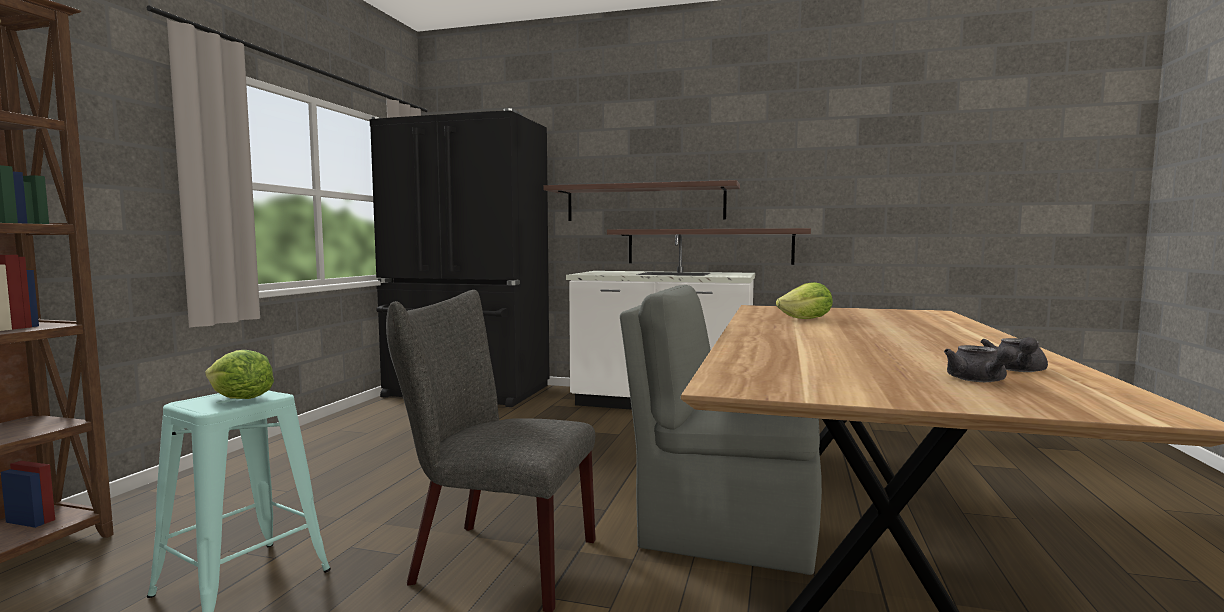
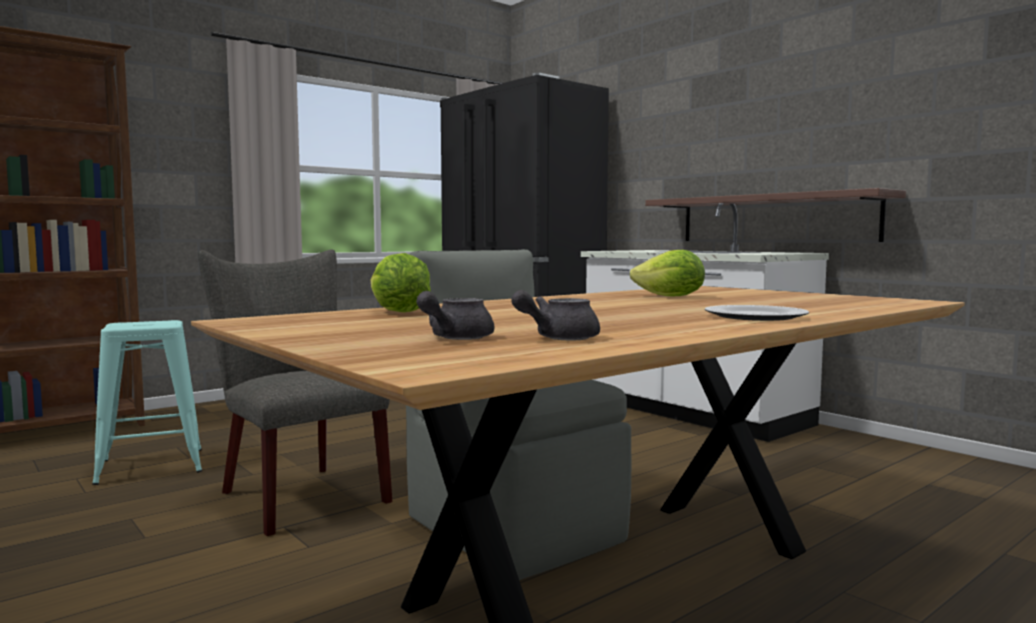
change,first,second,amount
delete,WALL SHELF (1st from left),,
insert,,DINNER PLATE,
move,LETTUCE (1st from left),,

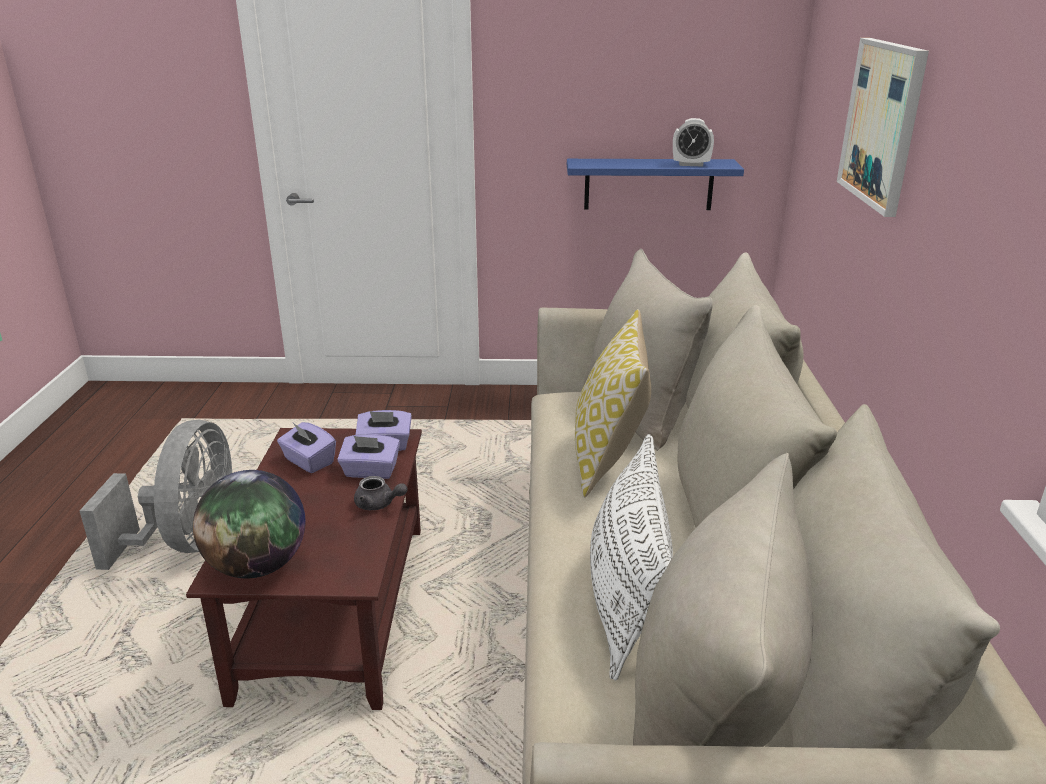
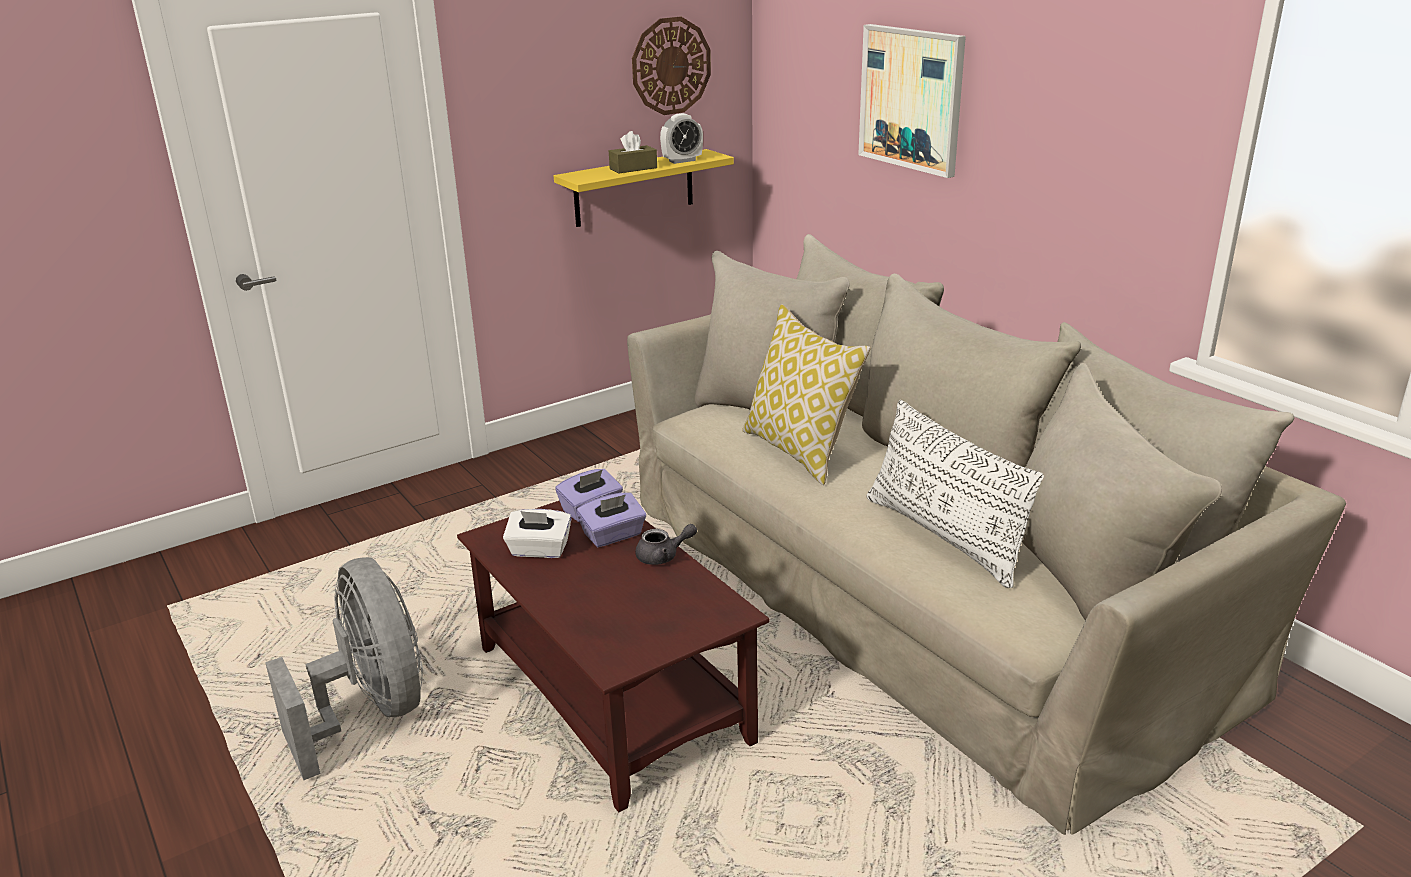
change,first,second,amount
delete,WORLD GLOBE,,
insert,,BROWN TISSUE HOLDER,
insert,,WALL CLOCK,
recolor,PURPLE-COLOURED TISSUE HOLDER (1st from left),WHITISH TISSUE HOLDER,
recolor,BLUE-COLOURED WALL SHELF,YELLOW-COLOURED WALL SHELF,

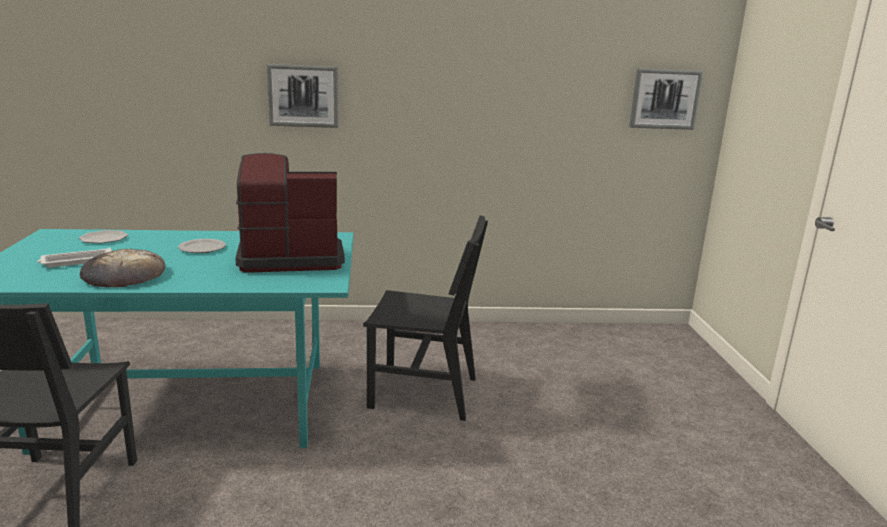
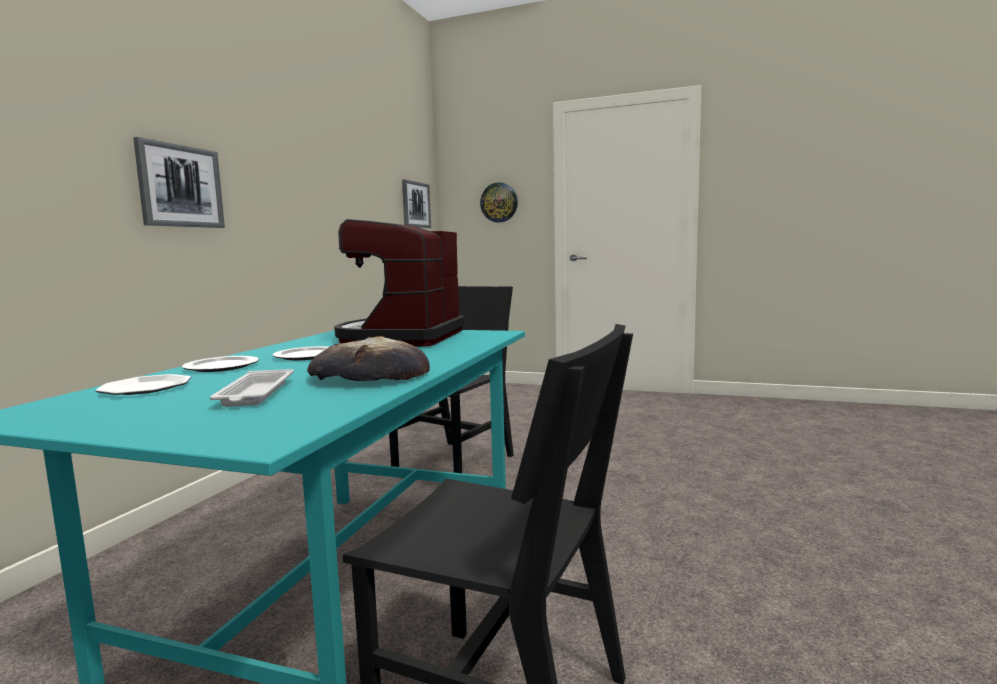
change,first,second,amount
insert,,DINNER PLATE (2nd from left),
insert,,WALL CLOCK,

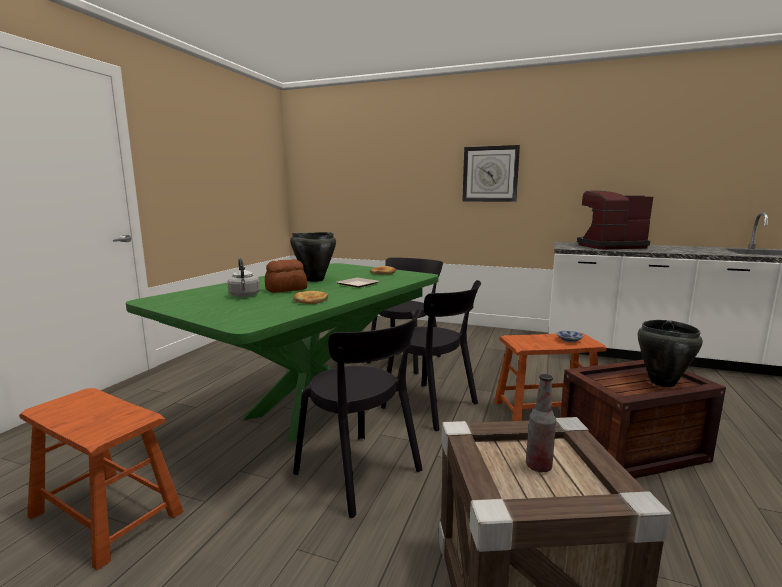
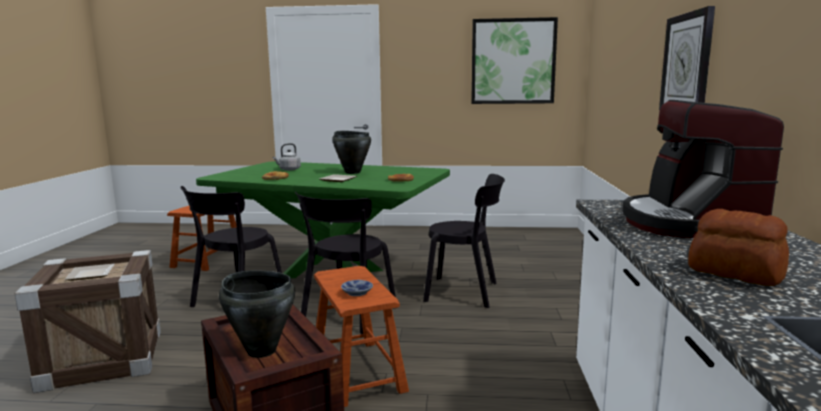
change,first,second,amount
insert,,WALL ART,
move,BREAD (1st from left in the first image),BREAD (3rd from left),
replace,BOTTLE,DINNER PLATE (1st from left),
rotate,COFFEE BREWER,,150 degrees counterclockwise

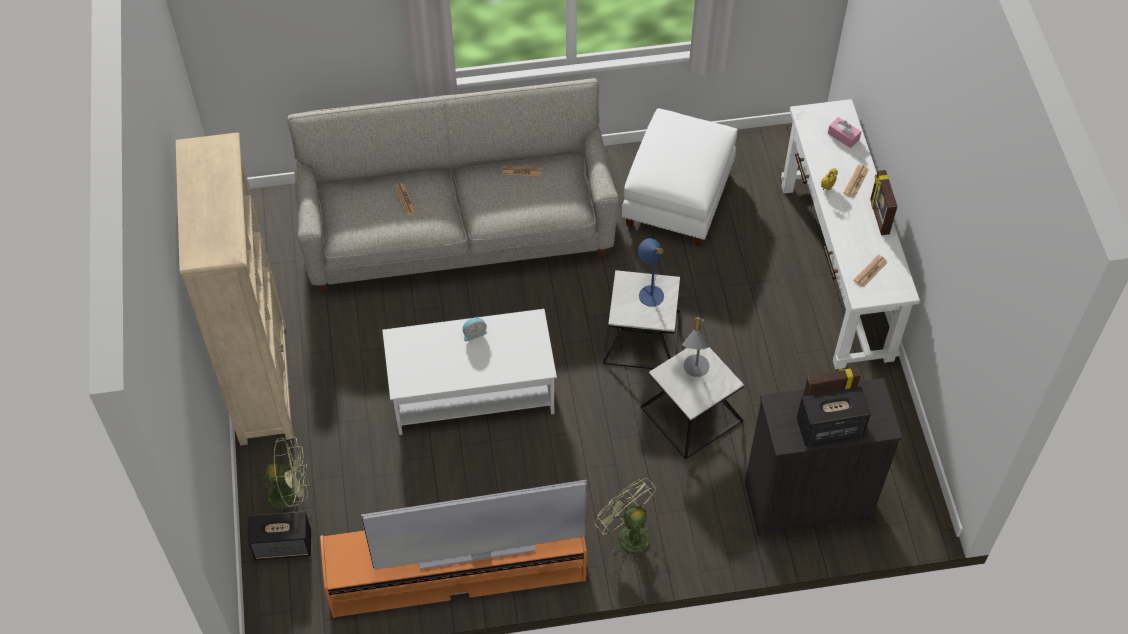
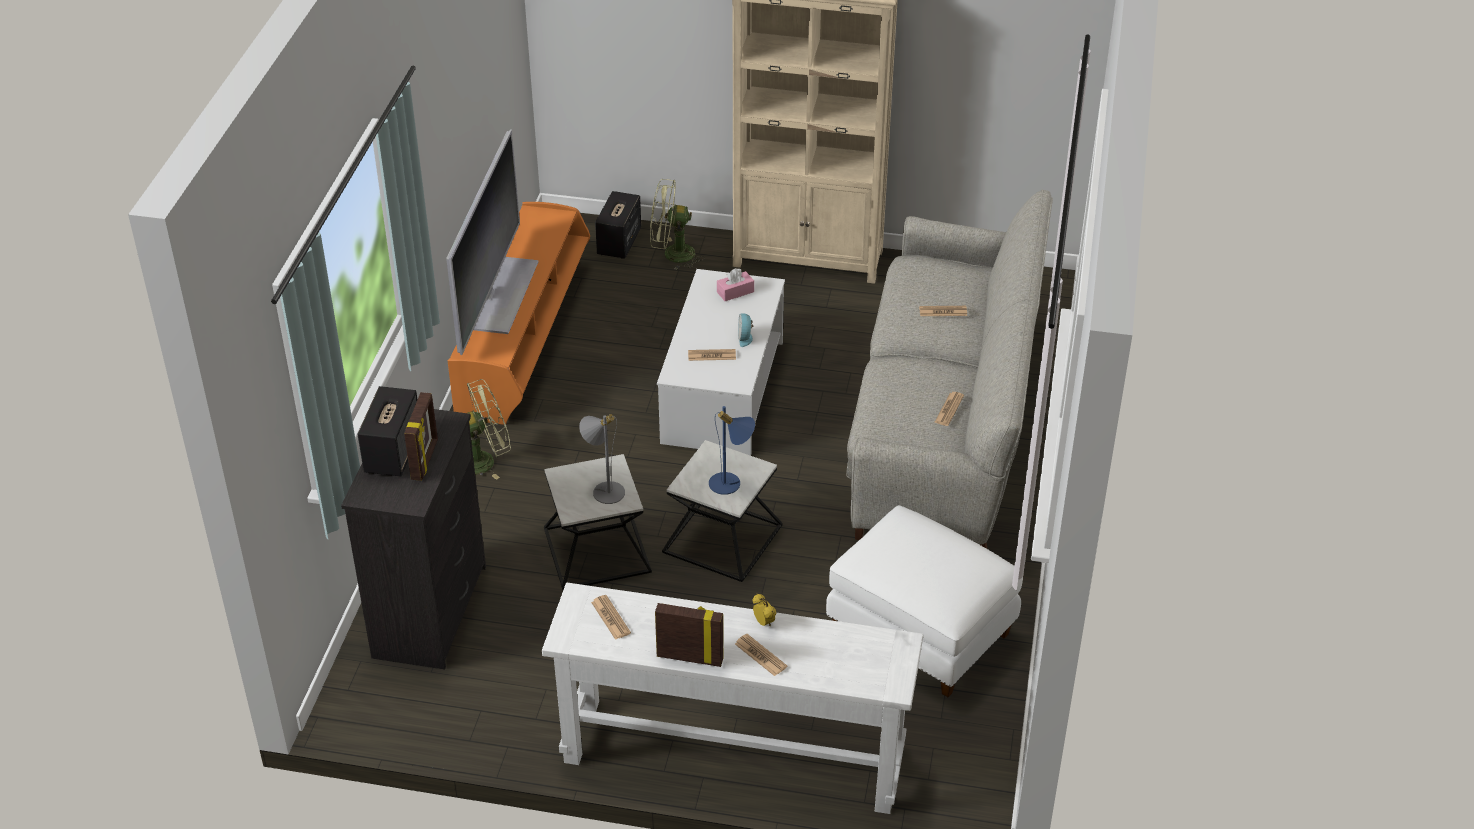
change,first,second,amount
insert,,NEWSPAPER (2nd from left),
move,PINK TISSUE HOLDER,,
rotate,GREEN FAN (1st from left in the first image),GREEN FAN (2nd from left),75 degrees clockwise

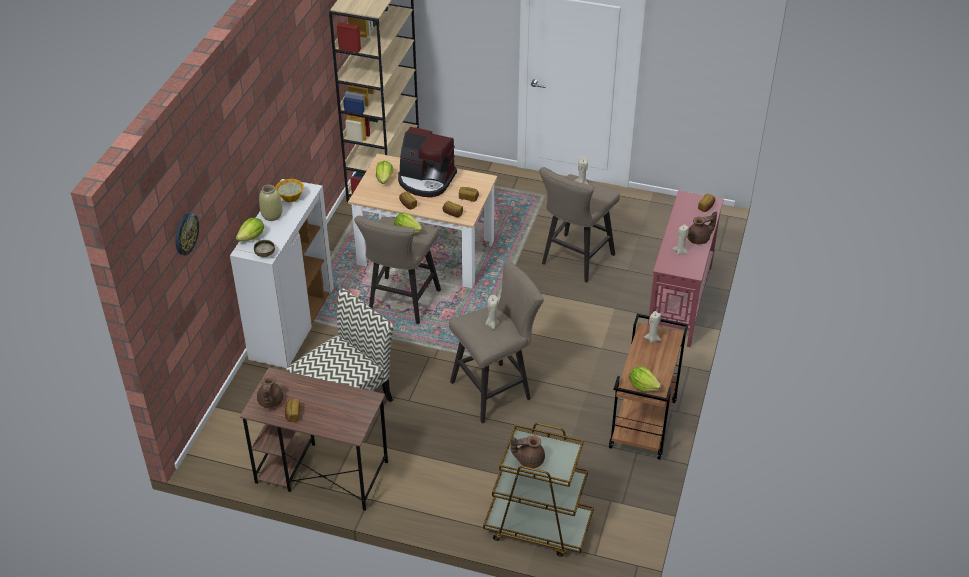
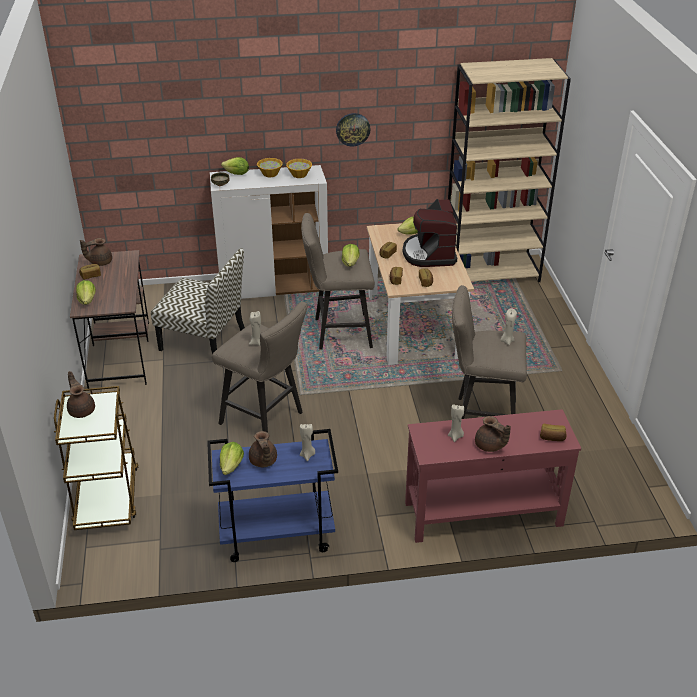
change,first,second,amount
insert,,LETTUCE (1st from left),
insert,,BROWN TEA POT (3rd from left),
move,WALL CLOCK,,
replace,BEIGE-COLOURED DECORATIVE VASE,BOWL (2nd from left),
recolor,BROWN WHEELED CART (2nd from left),BLUE-COLOURED WHEELED CART,

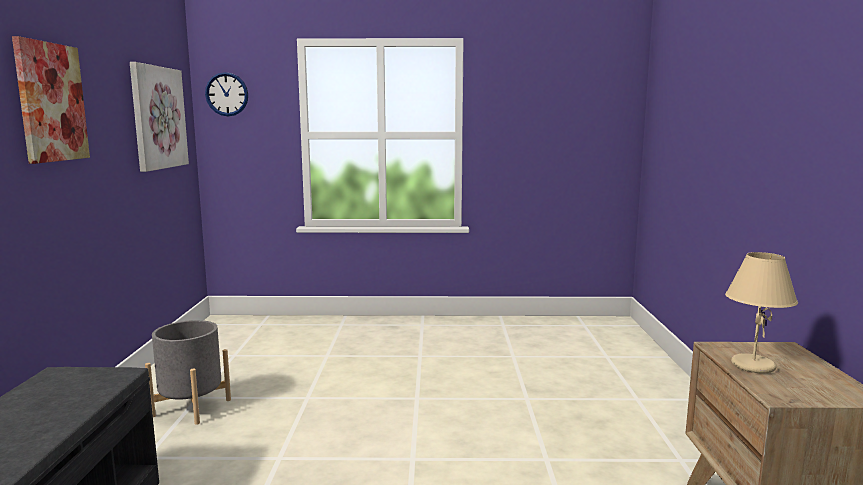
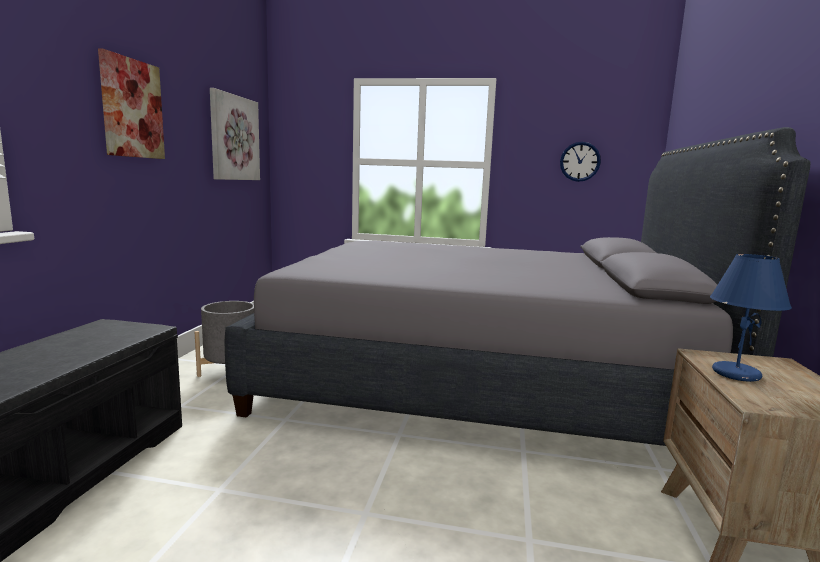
change,first,second,amount
insert,,GRAY BED,
move,WALL CLOCK,,
recolor,BEIGE-COLOURED TABLETOP LAMP,BLUE-COLOURED TABLETOP LAMP,

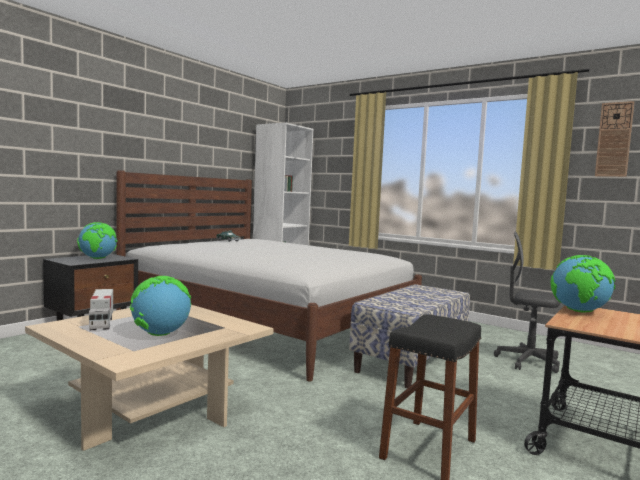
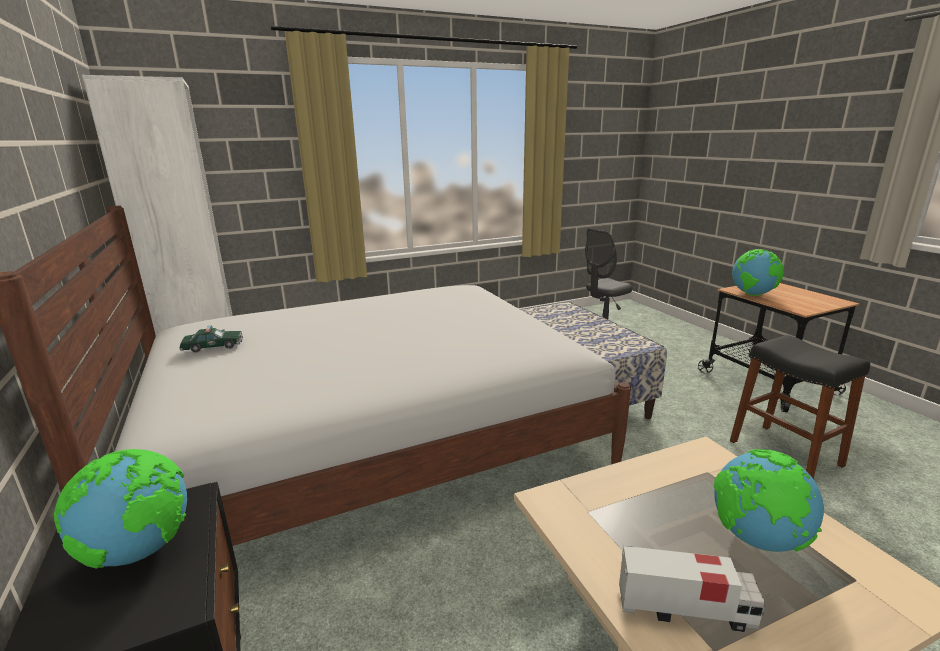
change,first,second,amount
delete,WALL CLOCK,,

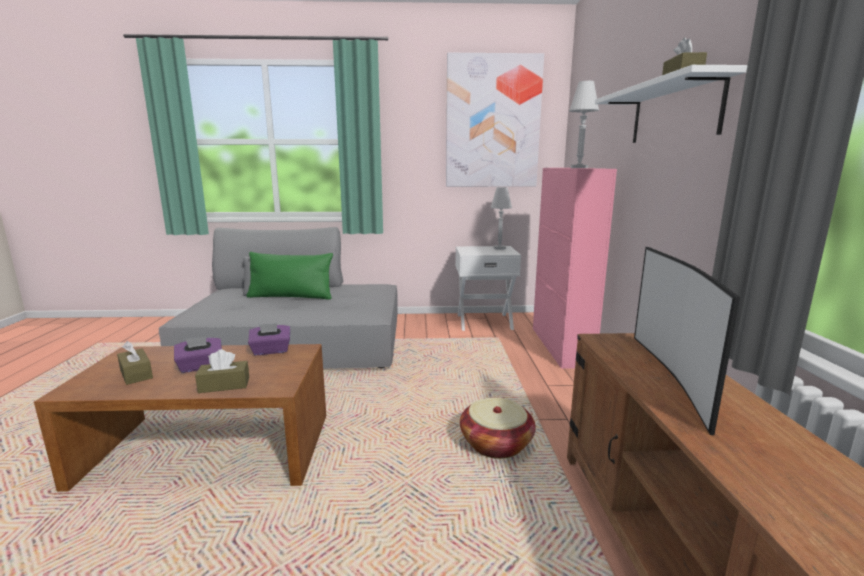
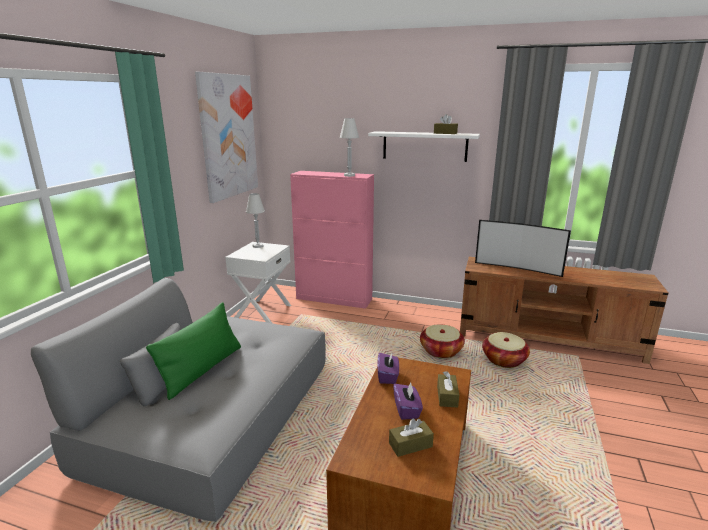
change,first,second,amount
insert,,BASKET (2nd from left),

